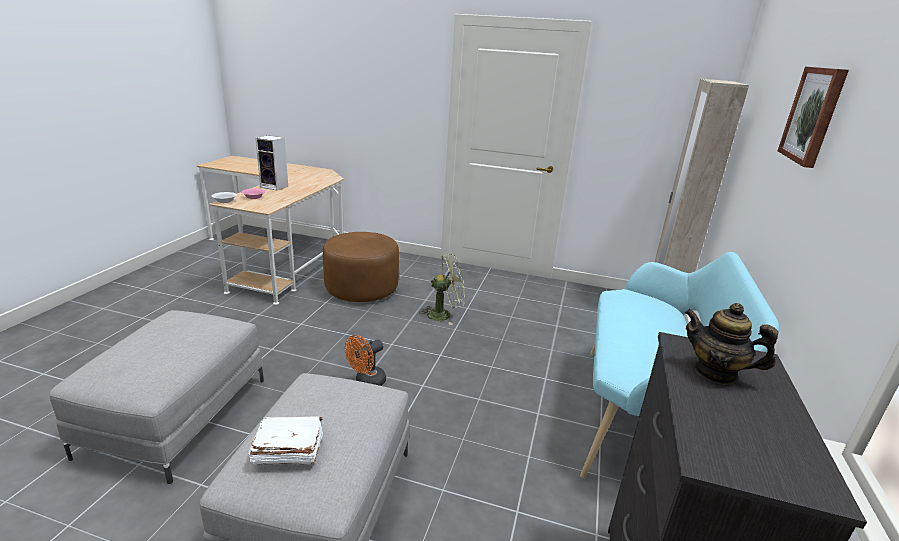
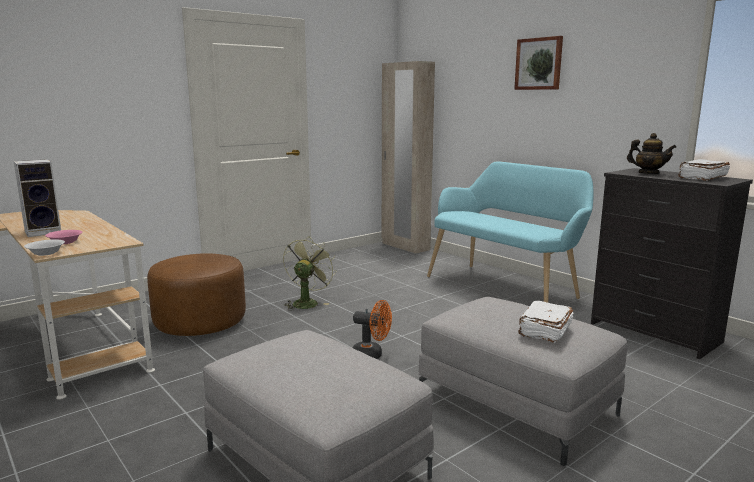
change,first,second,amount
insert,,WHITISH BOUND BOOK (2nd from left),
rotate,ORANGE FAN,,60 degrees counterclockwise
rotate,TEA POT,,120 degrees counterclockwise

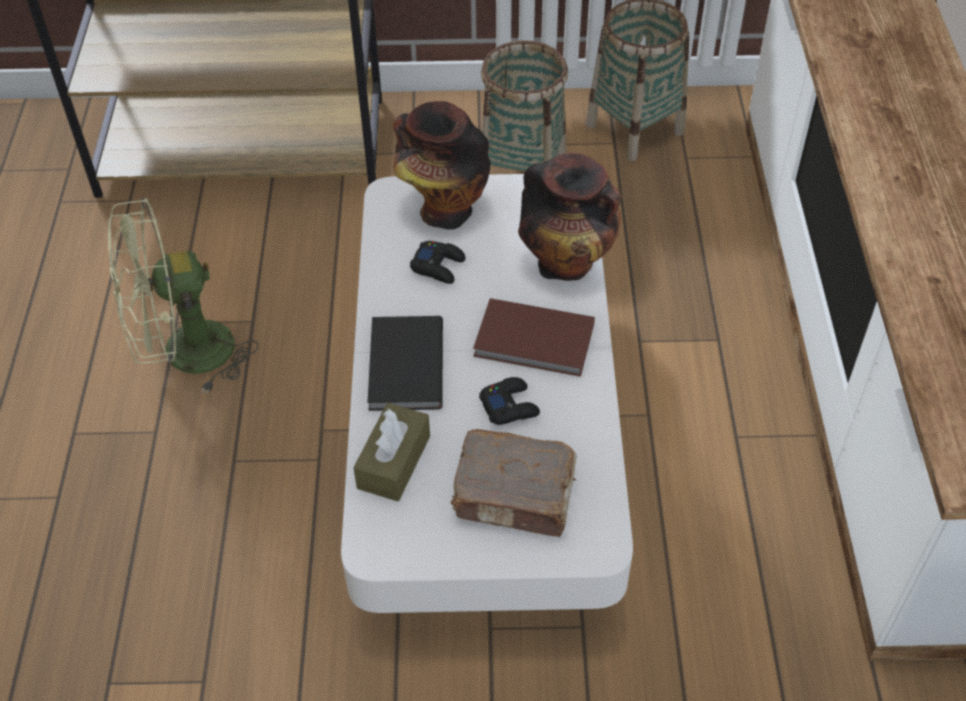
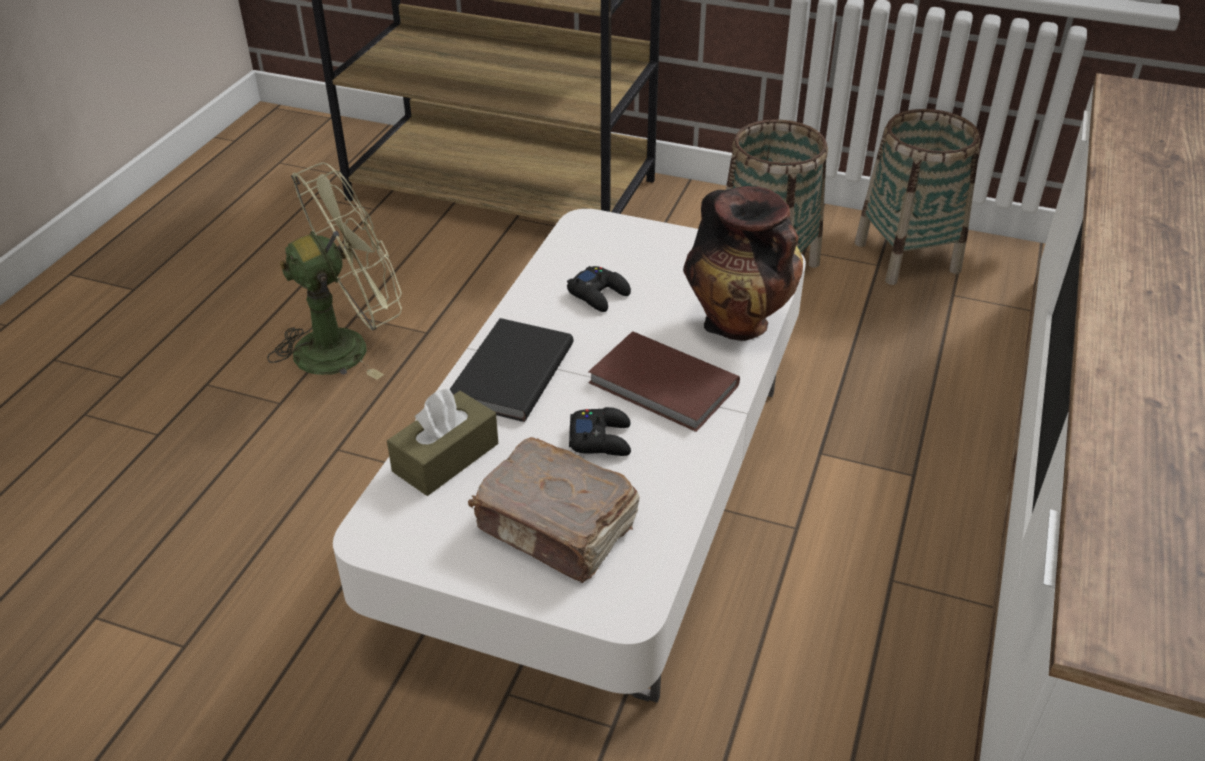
change,first,second,amount
delete,DECORATIVE VASE (1st from left),,
rotate,GREEN FAN,,150 degrees clockwise

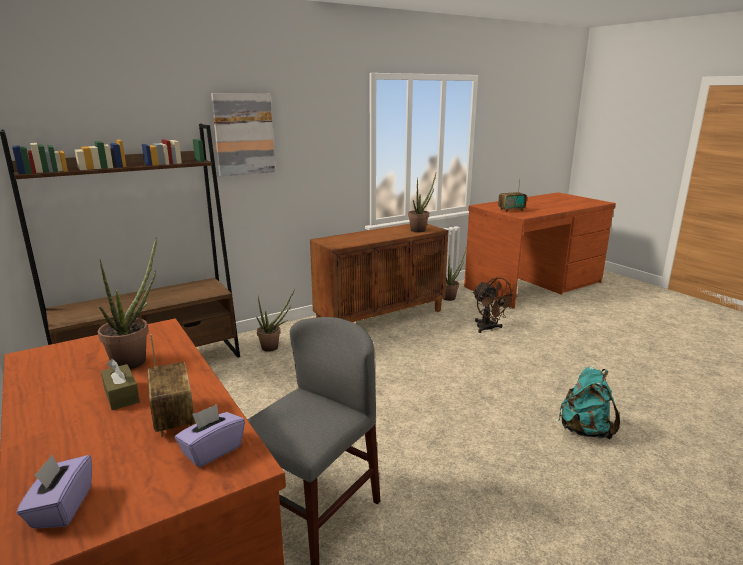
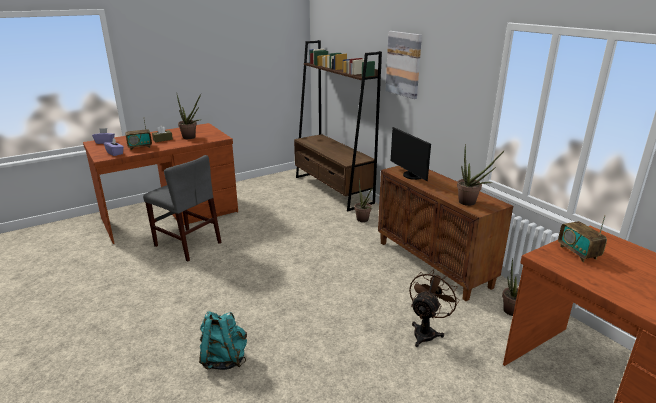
change,first,second,amount
insert,,COMPUTER SCREEN,
rotate,BROWN FAN,,150 degrees clockwise

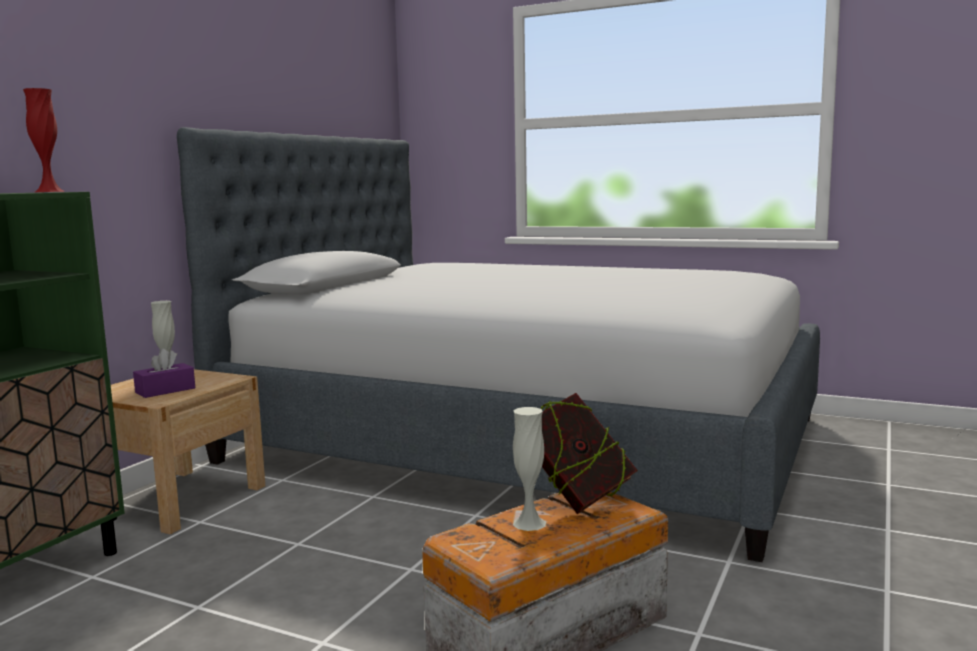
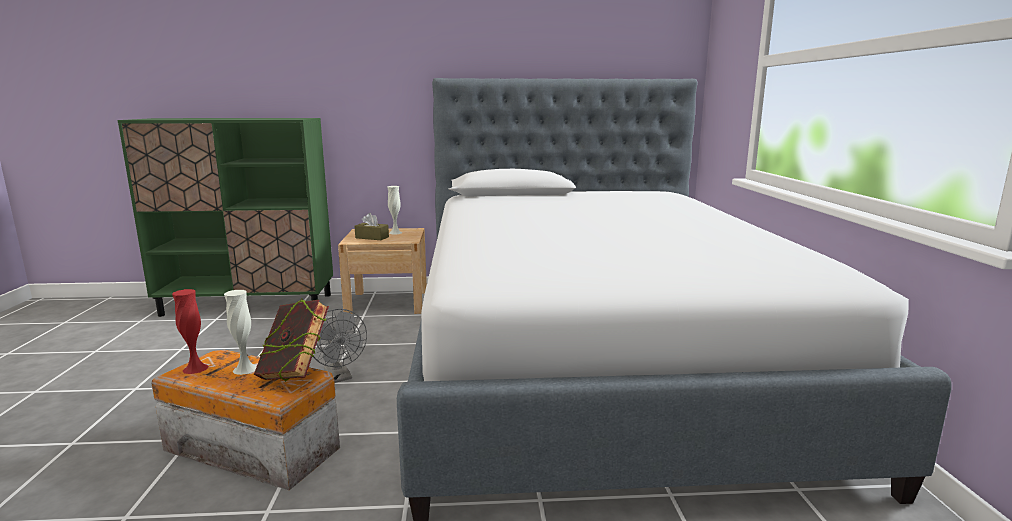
change,first,second,amount
insert,,GRAY FAN,
move,RED DECORATIVE VASE,,
recolor,PURPLE-COLOURED TISSUE HOLDER,BROWN TISSUE HOLDER,

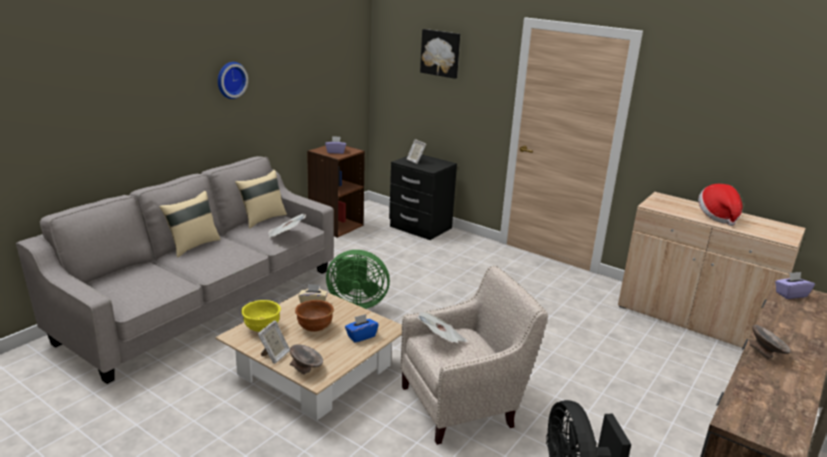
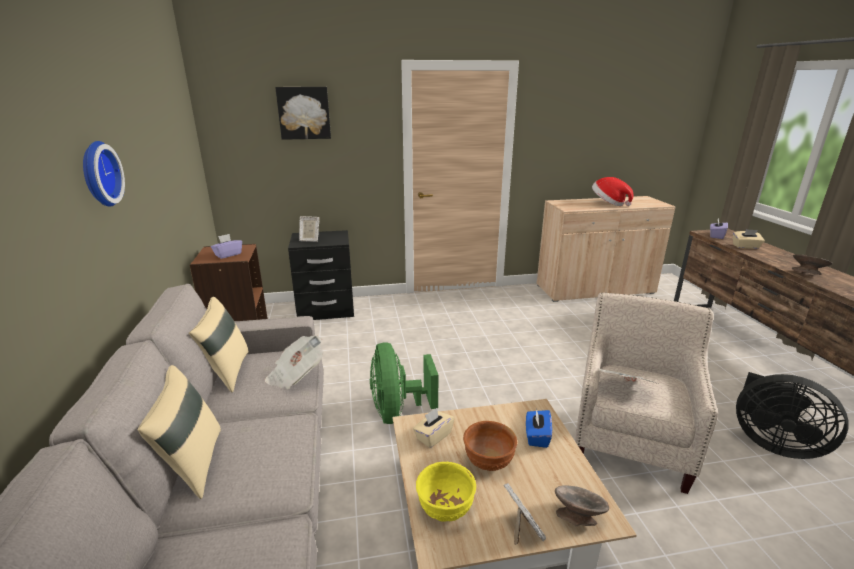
change,first,second,amount
insert,,BEIGE-COLOURED TISSUE HOLDER (2nd from left),
rotate,GREEN FAN,,120 degrees clockwise

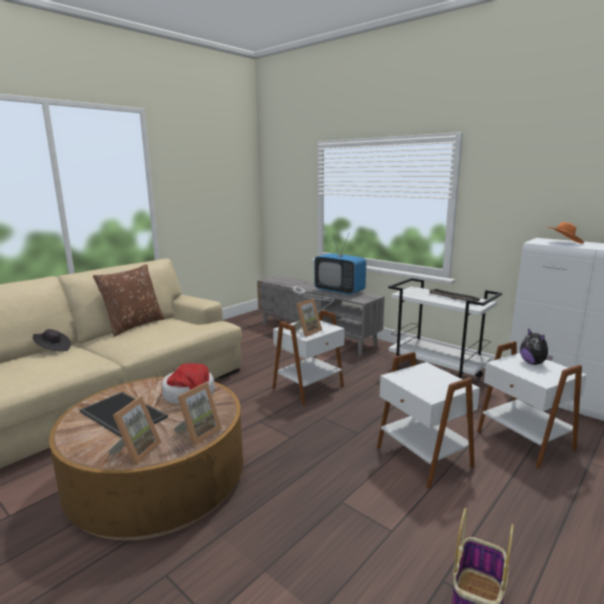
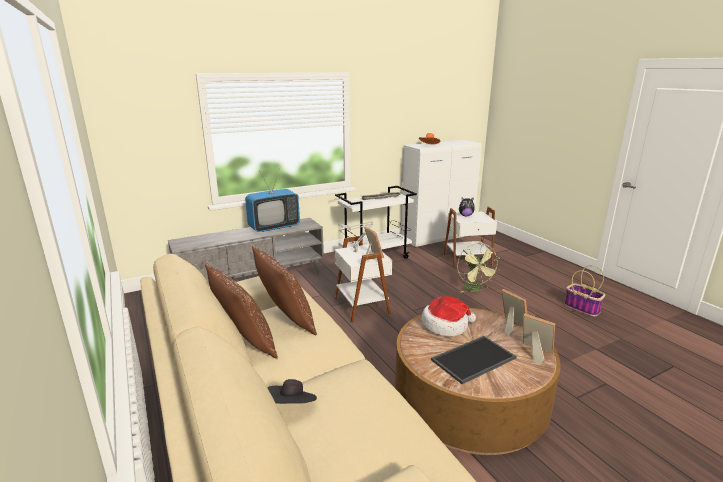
change,first,second,amount
insert,,BROWN PILLOW (2nd from left),
replace,WHITISH SIDE TABLE (2nd from left),GREEN FAN,

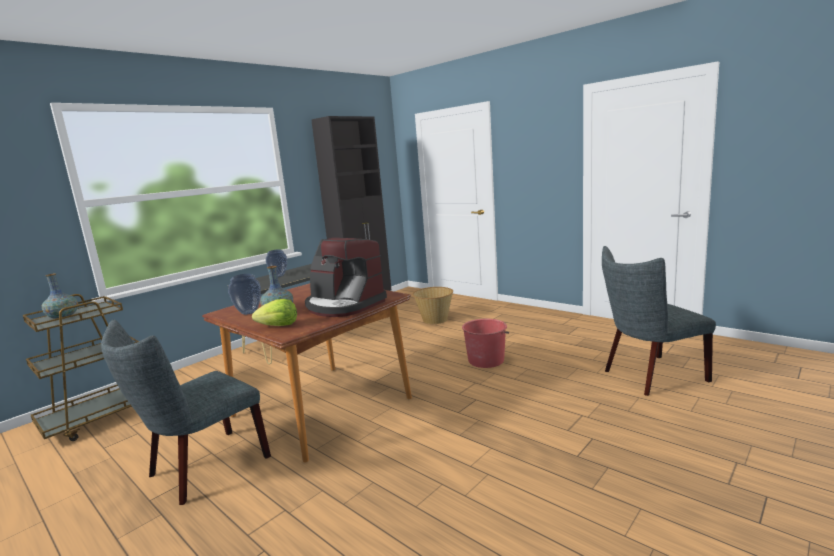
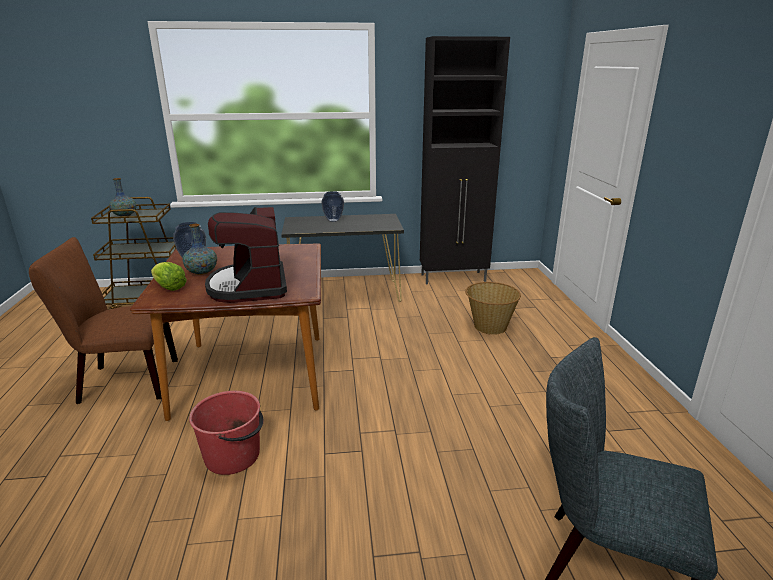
change,first,second,amount
move,RED PAIL,,
recolor,GRAY CHAIR (1st from left),BROWN CHAIR,

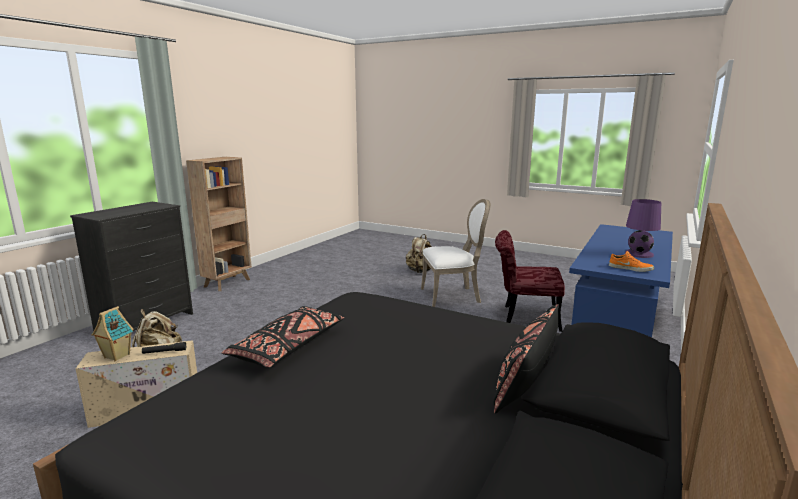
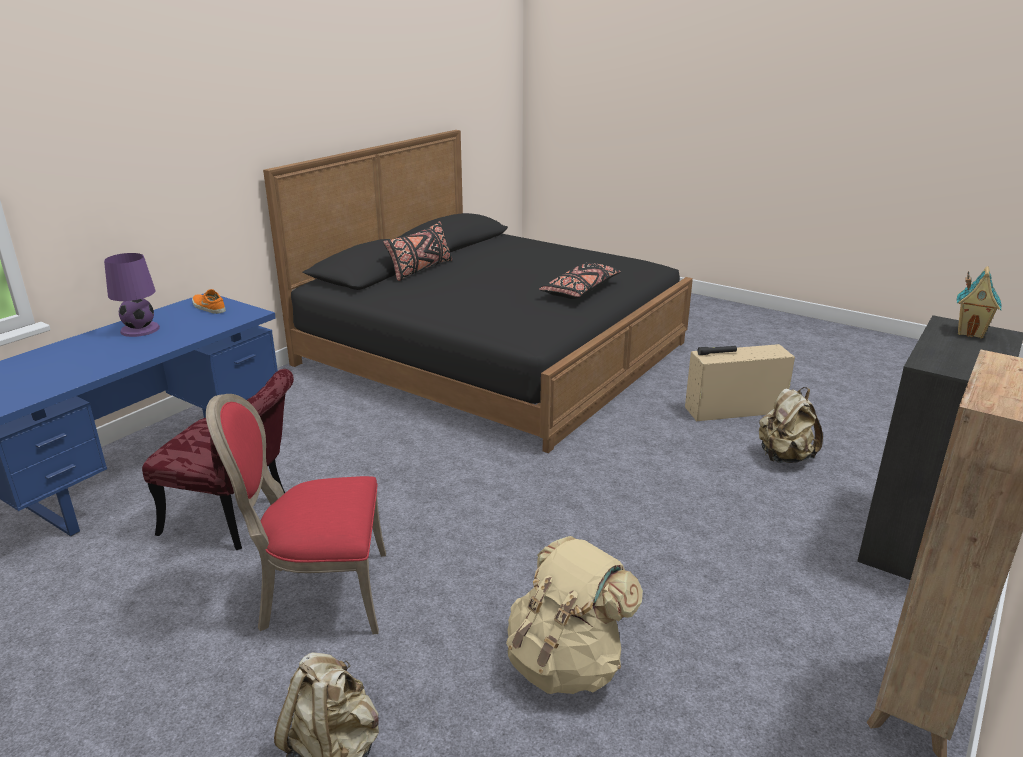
change,first,second,amount
insert,,BEIGE-COLOURED KNAPSACK (2nd from left),
move,MODEL HOUSE,,
recolor,WHITISH CHAIR,RED CHAIR (2nd from left),

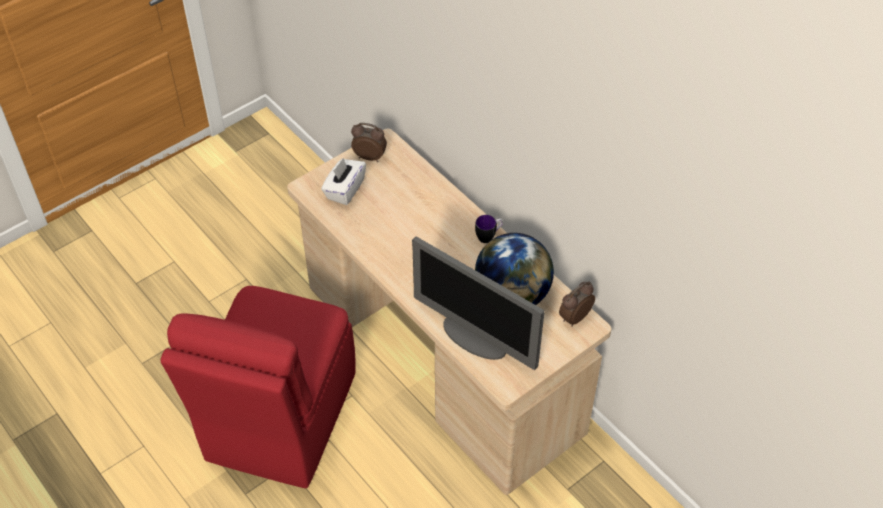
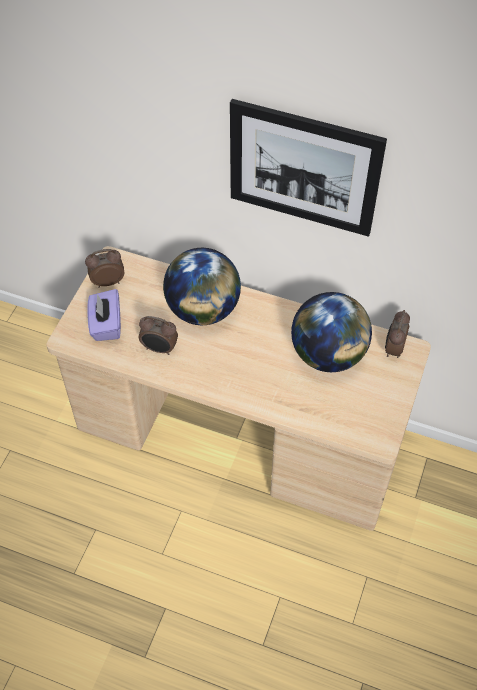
change,first,second,amount
delete,RED CHAIR,,
delete,COMPUTER SCREEN,,
delete,COFFEE MUG,,
insert,,ALARM CLOCK (2nd from left),
insert,,WORLD GLOBE (1st from left),
insert,,WALL ART,
recolor,WHITISH TISSUE HOLDER,PURPLE-COLOURED TISSUE HOLDER,

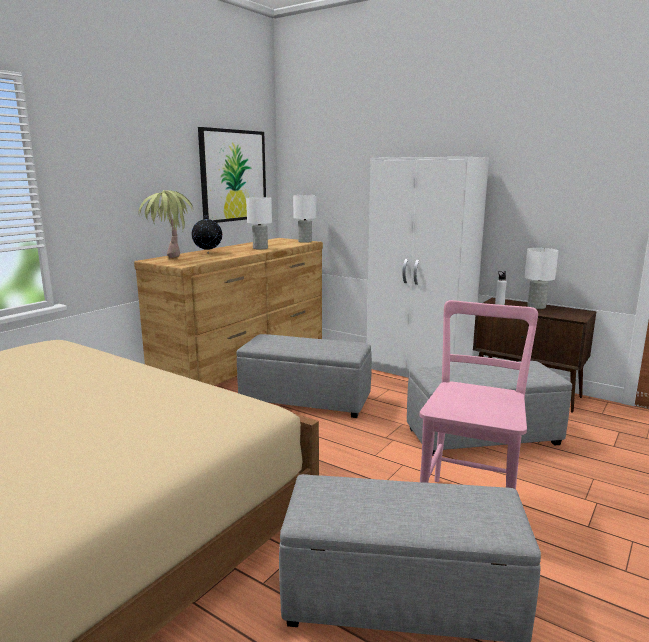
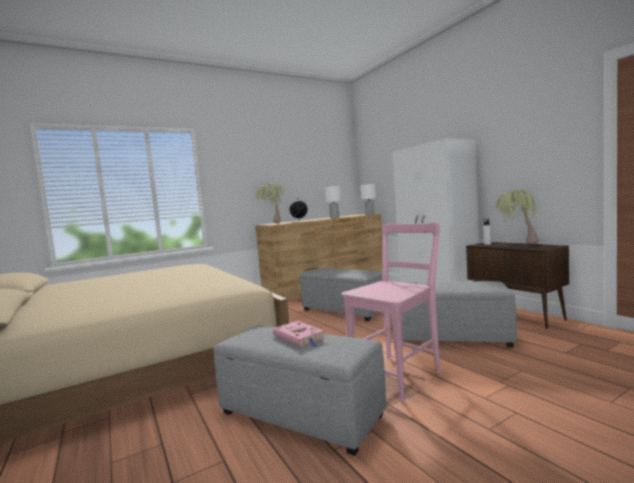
change,first,second,amount
delete,WALL ART,,
insert,,PINK BOUND BOOK,
replace,WHITISH TABLETOP LAMP (3rd from left),PLANT IN A POT (2nd from left),

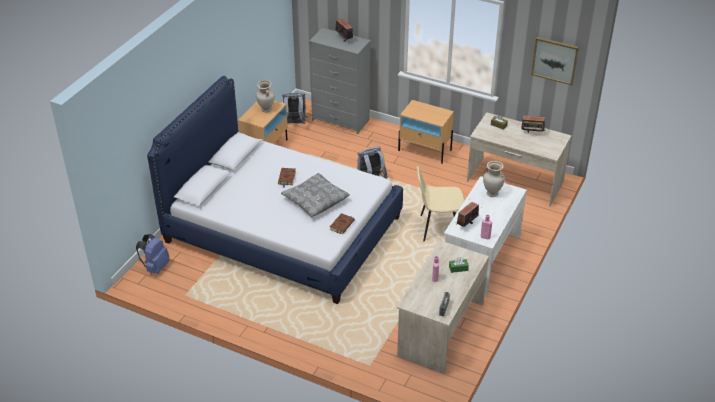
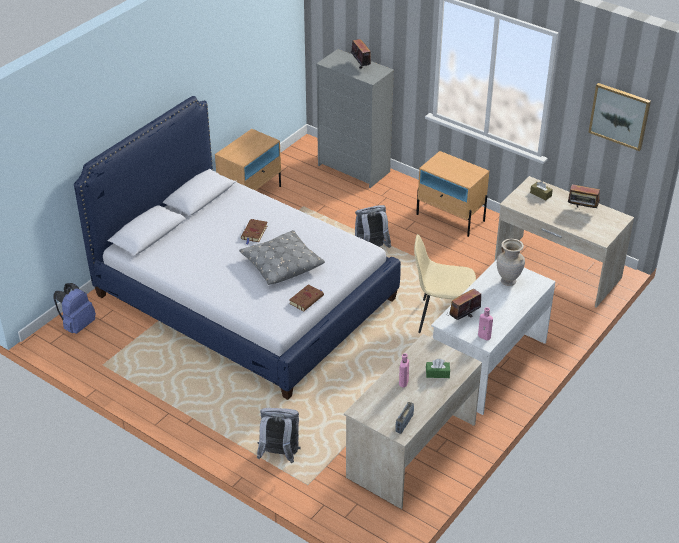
change,first,second,amount
delete,BEIGE-COLOURED DECORATIVE VASE (1st from left),,
move,GRAY KNAPSACK (1st from left),,

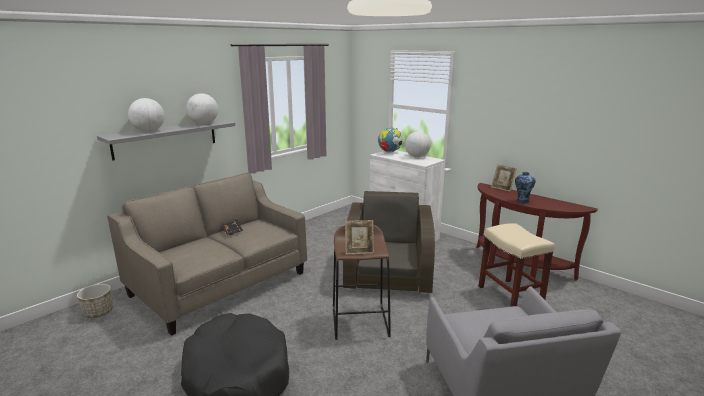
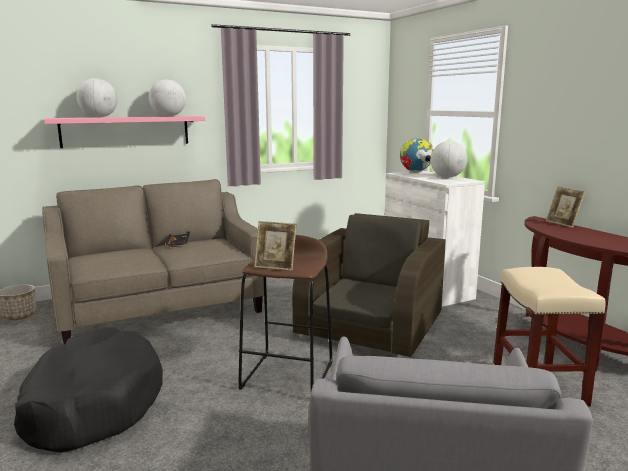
change,first,second,amount
delete,DECORATIVE VASE,,
recolor,GRAY WALL SHELF,PINK WALL SHELF,

